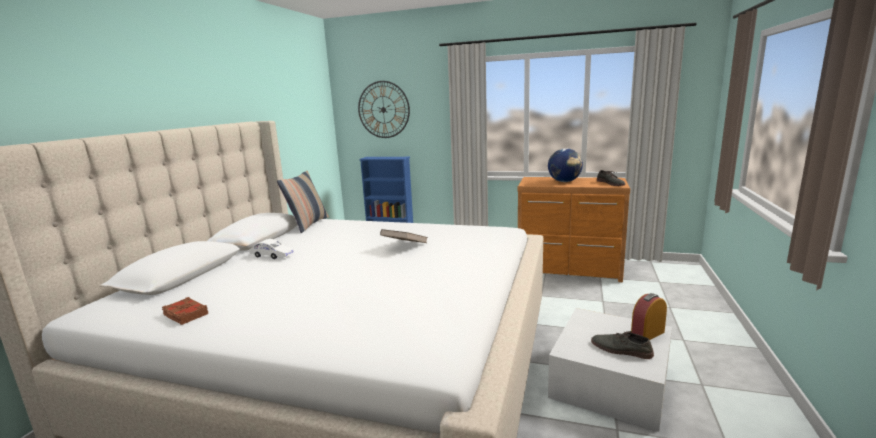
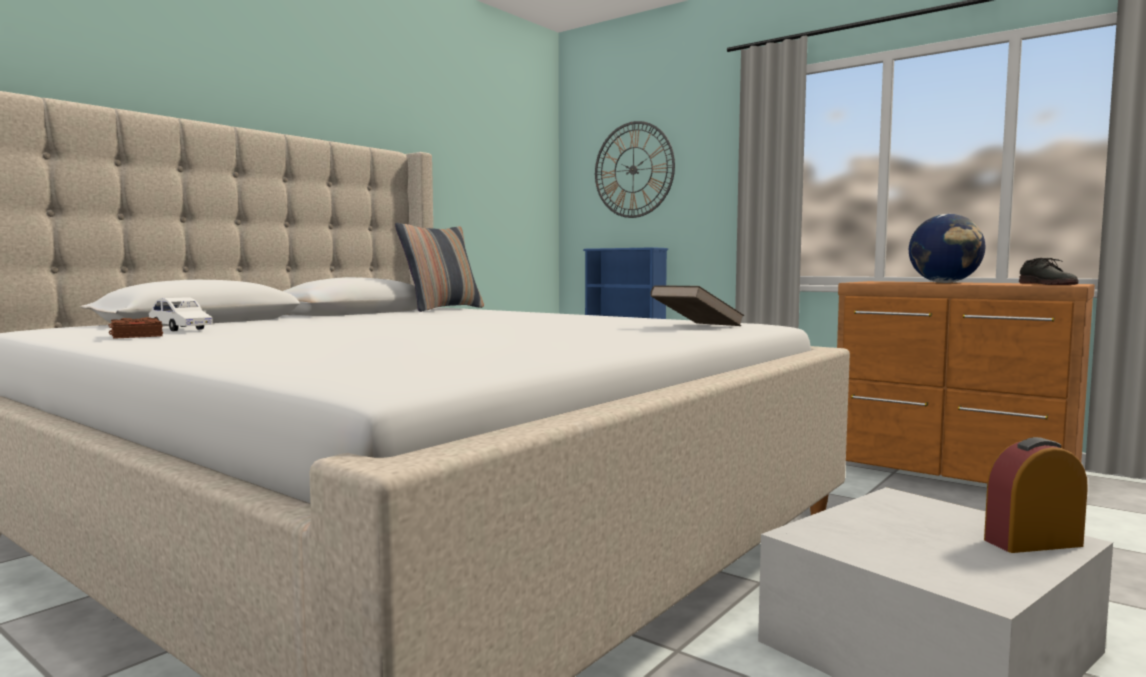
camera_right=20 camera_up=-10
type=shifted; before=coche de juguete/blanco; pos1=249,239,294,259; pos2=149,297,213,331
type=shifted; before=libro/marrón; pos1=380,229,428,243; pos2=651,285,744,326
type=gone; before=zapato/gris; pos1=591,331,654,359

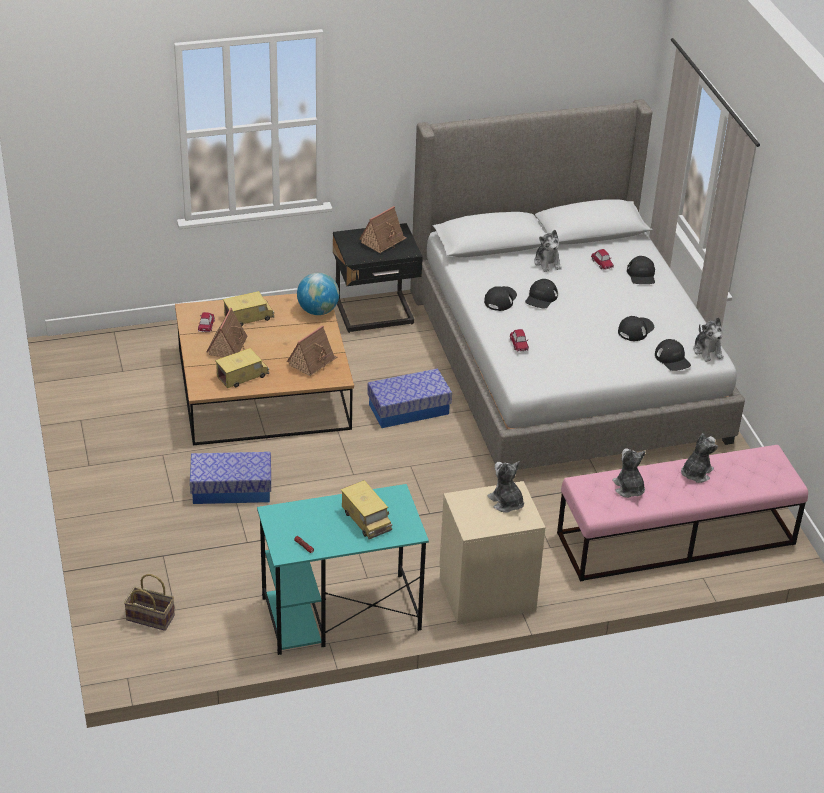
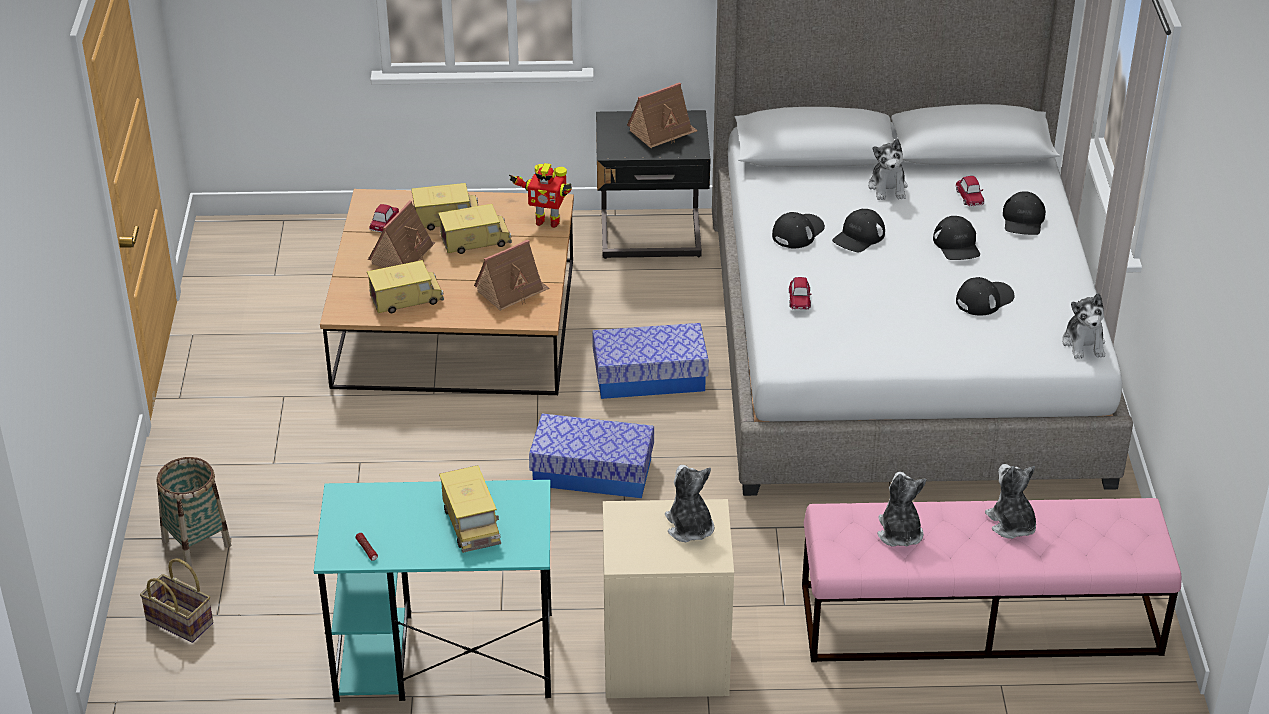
camera_right=15 camera_up=0
type=new; after=cesta; pos2=157,457,231,567
type=new; after=camión de juguete; pos2=438,204,512,254
type=swapped; before=globo terráqueo; after=robot de juguete; pos1=297,273,339,315; pos2=509,163,572,228
type=shifted; before=caja de almacenaje; pos1=190,452,271,504; pos2=529,414,654,498
type=shifted; before=gorra/negro; pos1=655,339,691,371; pos2=933,216,980,260
type=rotated; before=peluche; pos1=681,433,718,483; pos2=985,464,1036,539; turn=-75

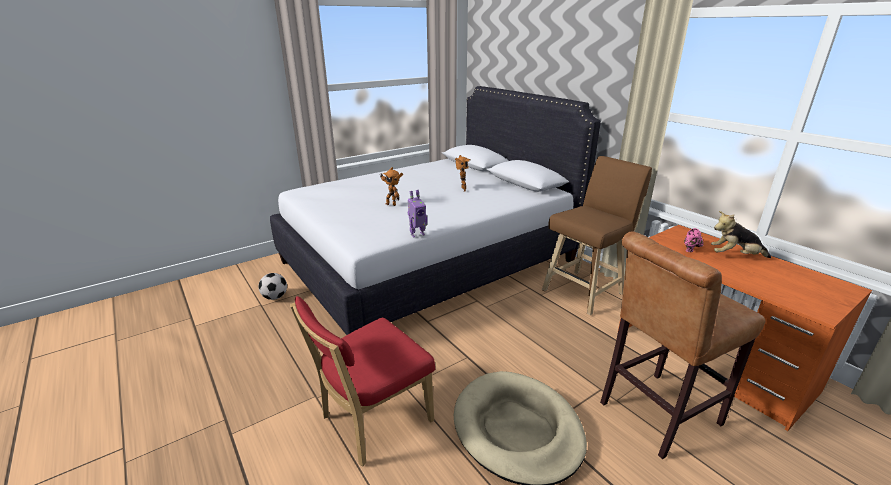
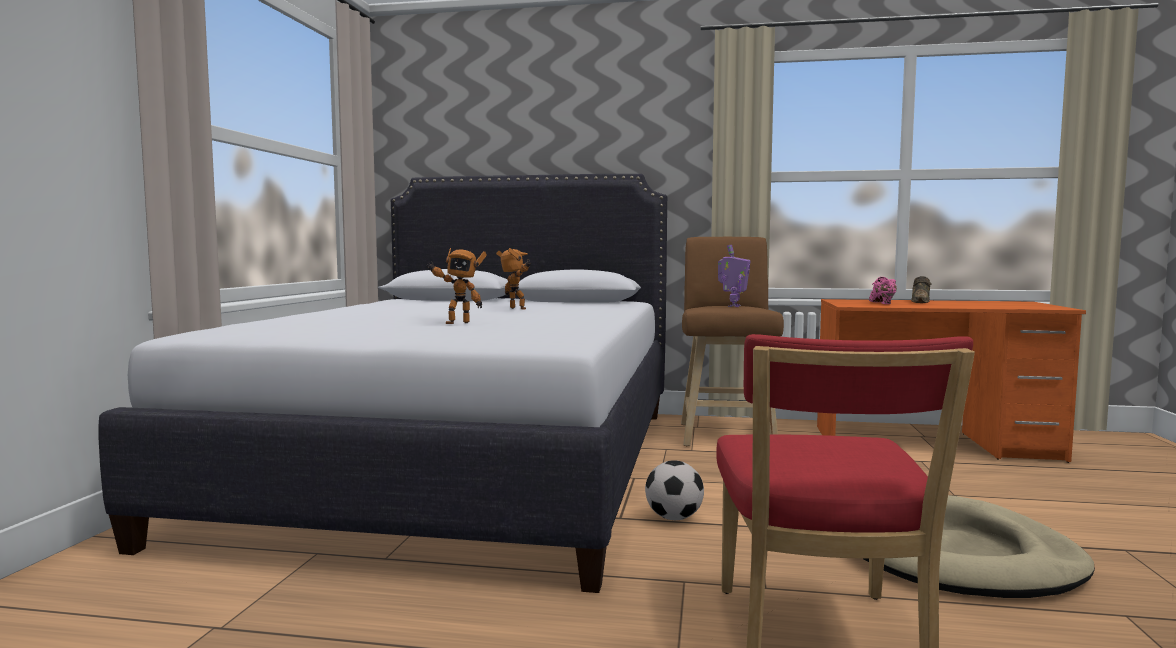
camera_right=-45 camera_up=-20
type=shifted; before=balón de fútbol; pos1=258,273,287,300; pos2=645,460,704,520
type=shifted; before=robot de juguete; pos1=408,190,427,238; pos2=718,245,750,307
type=swapped; before=peluche; after=zapato/marrón; pos1=711,211,771,258; pos2=911,276,932,303
type=gone; before=taburete/marrón; pos1=600,231,765,459

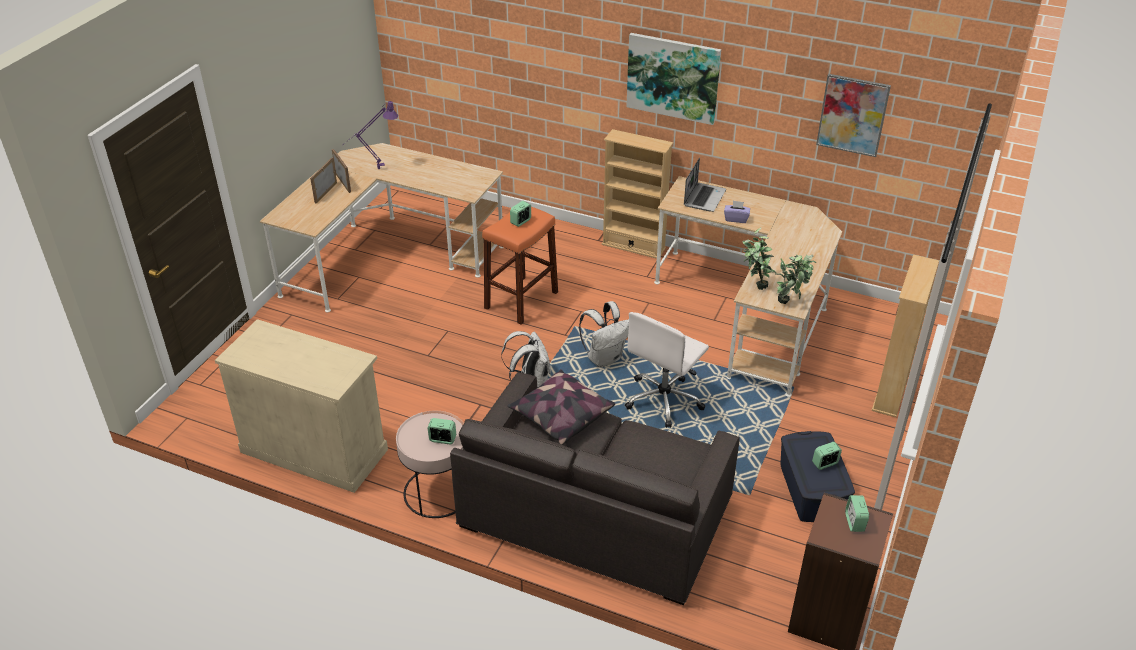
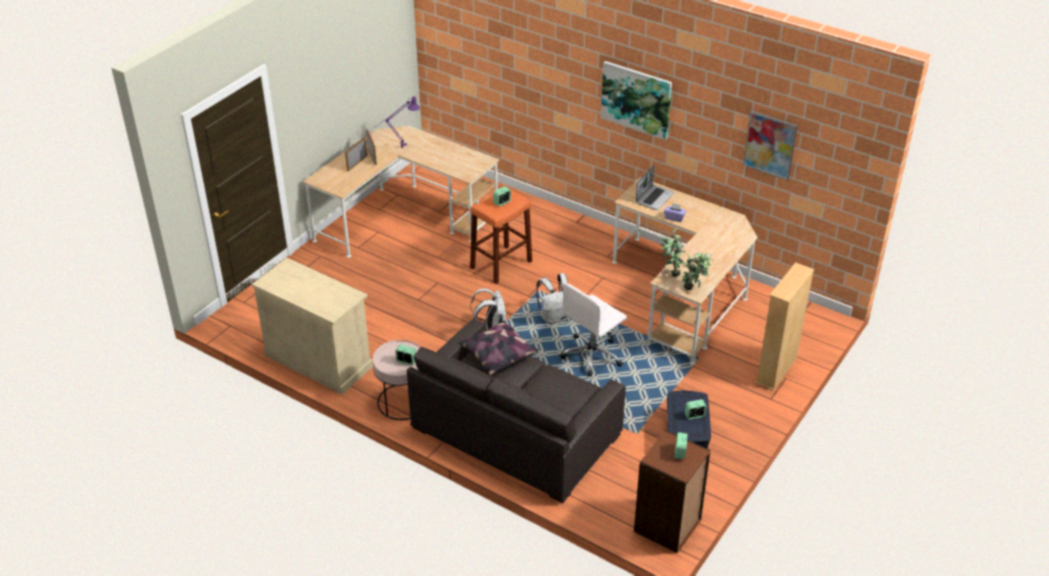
camera_right=10 camera_up=0
type=gone; before=estantería/beis; pos1=602,129,673,259

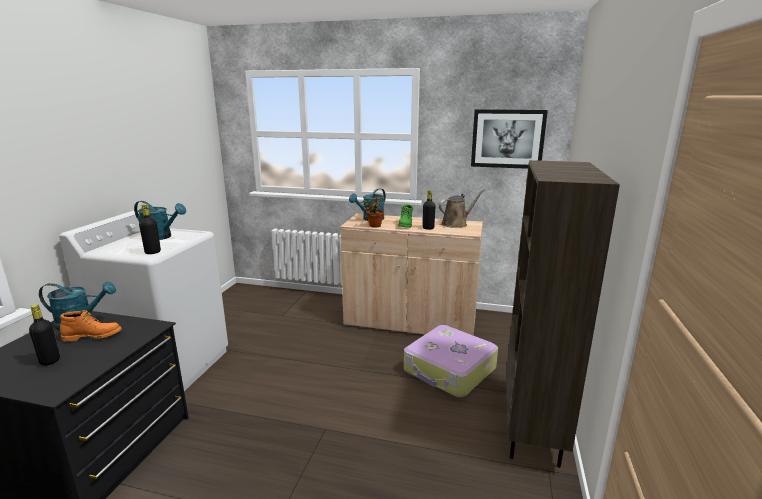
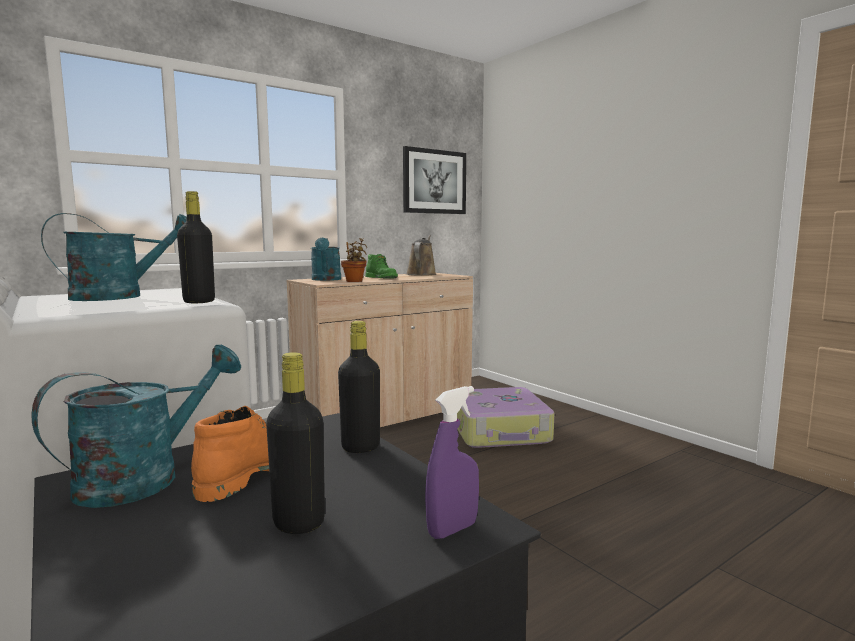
camera_right=-50 camera_up=-10
type=shifted; before=botella/negro; pos1=423,191,436,230; pos2=338,321,380,453
type=new; after=pulverizador/morado; pos2=425,386,479,539
type=gone; before=estantería/marrón; pos1=506,160,620,468

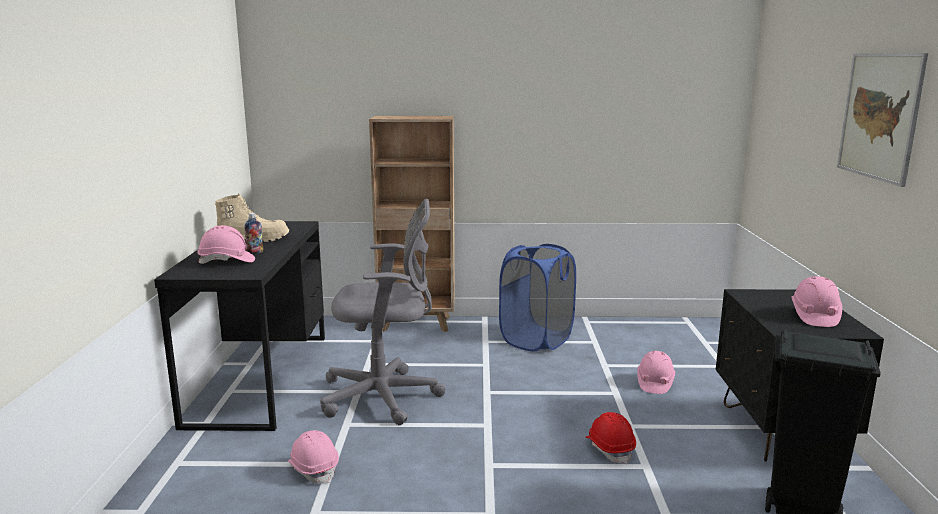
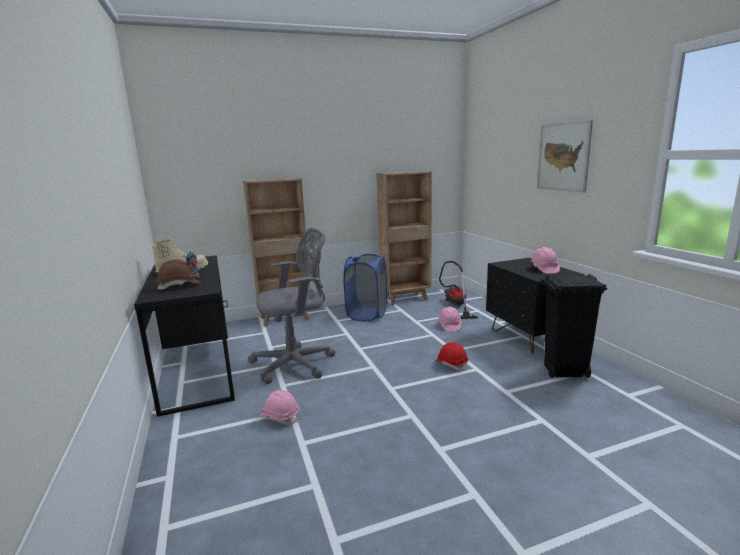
camera_right=-20 camera_up=0
type=repainted; before=casco/rosa; after=casco/marrón; pos1=197,225,255,264; pos2=156,260,200,290
type=new; after=estantería/marrón; pos2=377,171,432,306
type=new; after=aspiradora; pos2=439,261,478,319

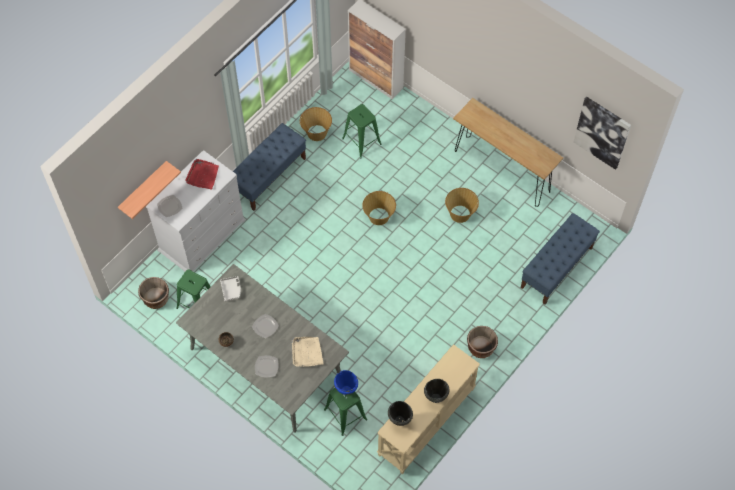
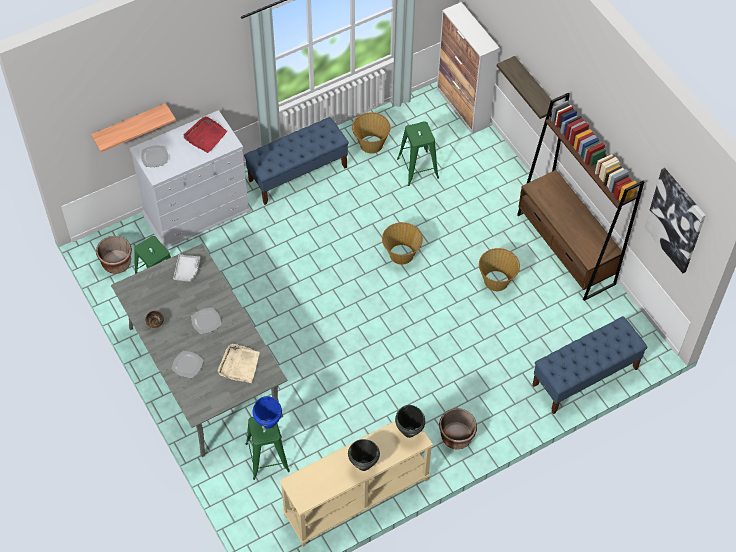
camera_right=20 camera_up=-5
type=shifted; before=olla/negro; pos1=388,401,413,426; pos2=395,405,425,438
type=new; after=estante; pos2=497,56,556,119
type=swapped; before=mesa consola/marrón; after=estantería/marrón; pos1=453,98,563,207; pos2=517,93,644,301

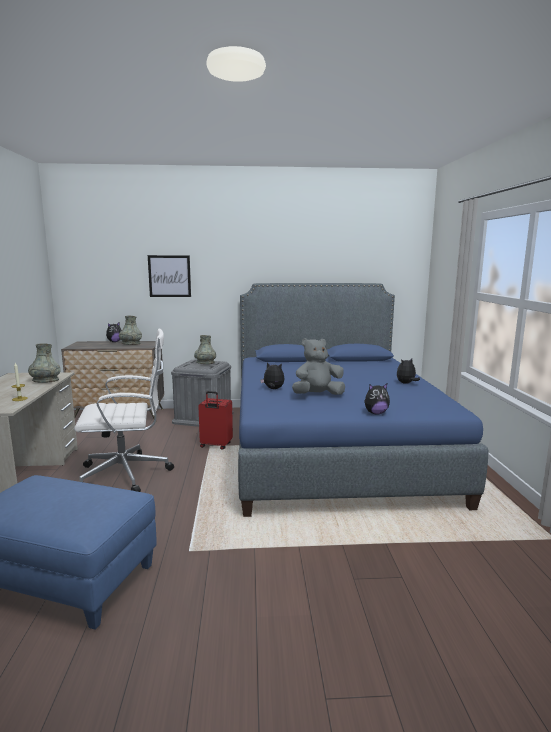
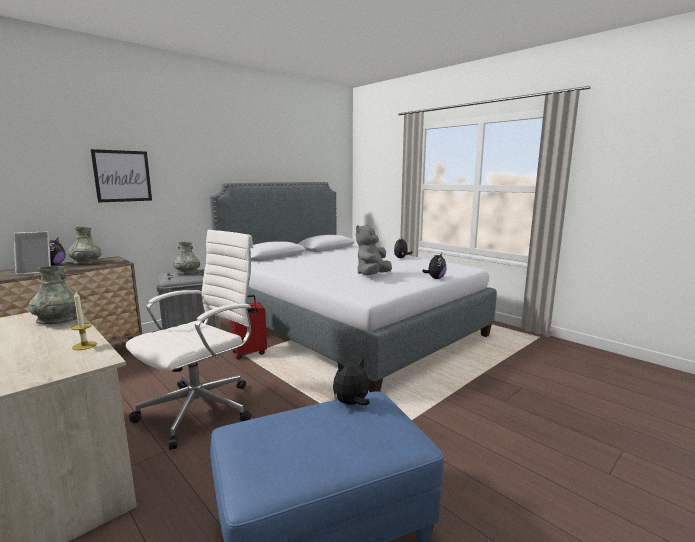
camera_right=-40 camera_up=0
type=new; after=portarretratos; pos2=14,231,51,275
type=repainted; before=cama/azul; after=cama/gris; pos1=238,283,488,517; pos2=210,182,496,392
type=shifted; before=peluche; pos1=260,362,284,389; pos2=333,357,370,405

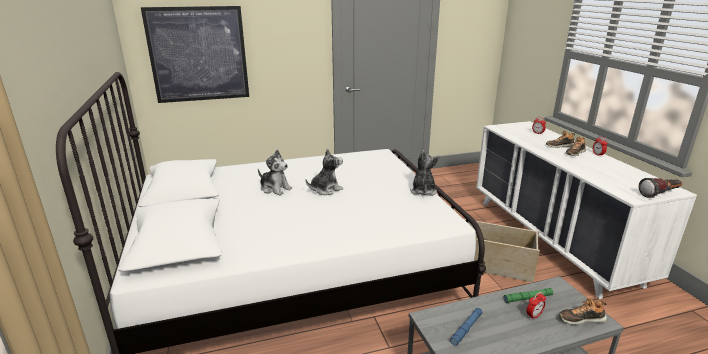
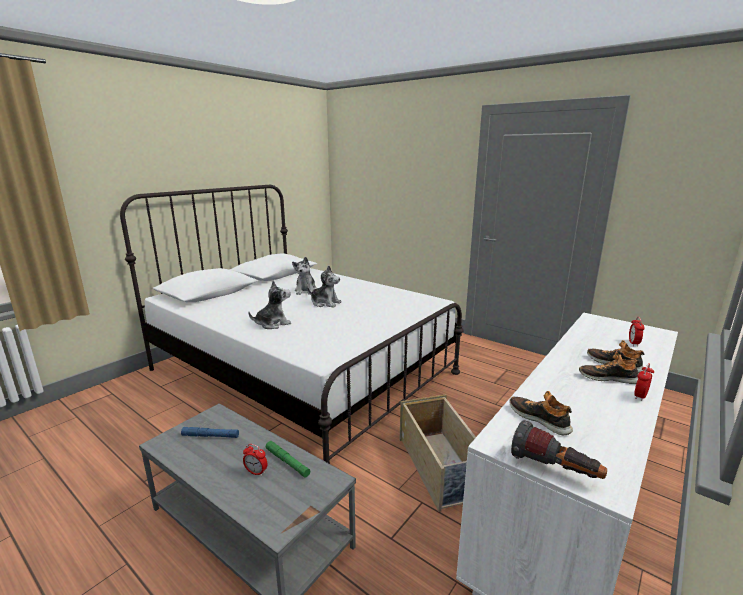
camera_right=55 camera_up=-5
type=shifted; before=peluche; pos1=410,150,439,196; pos2=248,280,291,329
type=shifted; before=zapato; pos1=559,298,607,325; pos2=509,391,573,435
type=gone; before=cuadro; pos1=141,6,249,103

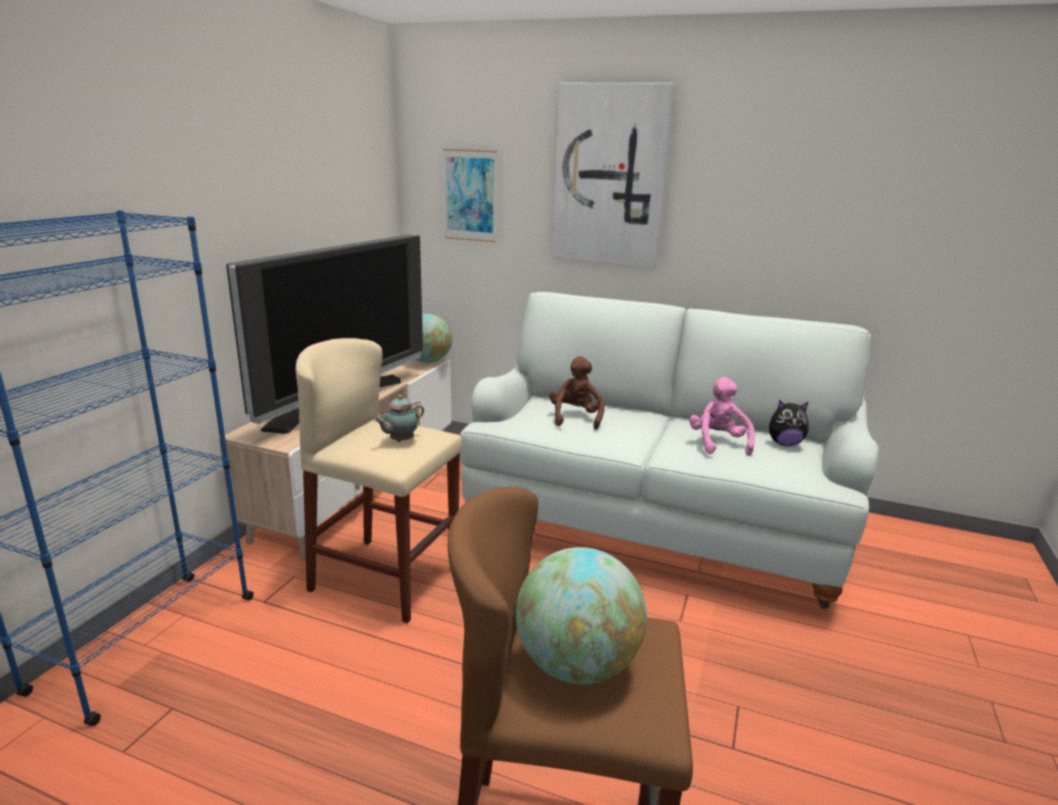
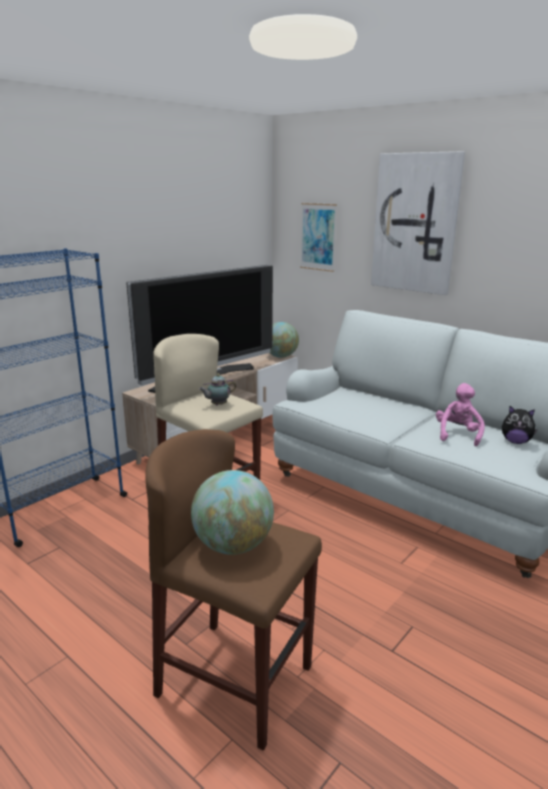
camera_right=20 camera_up=0
type=gone; before=peluche/marrón; pos1=550,356,605,430

